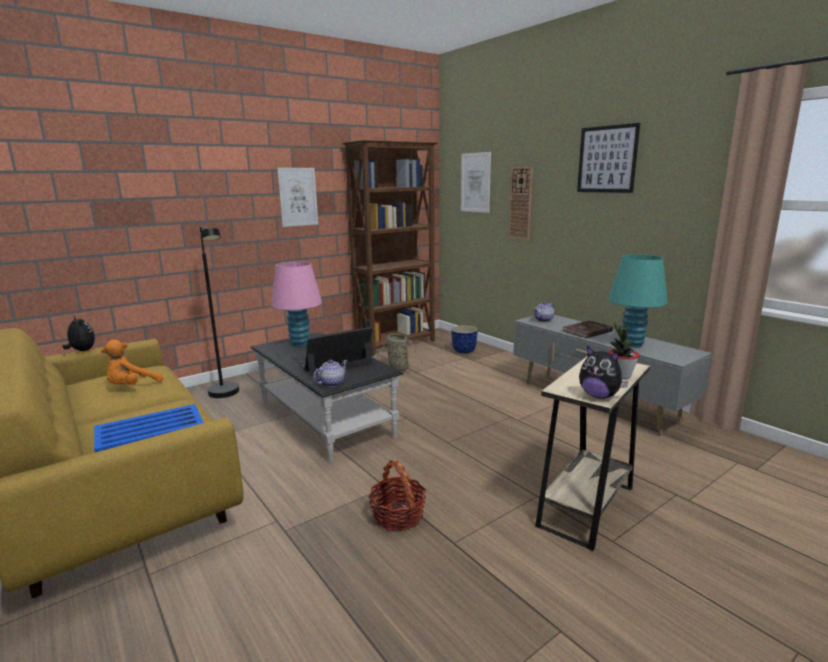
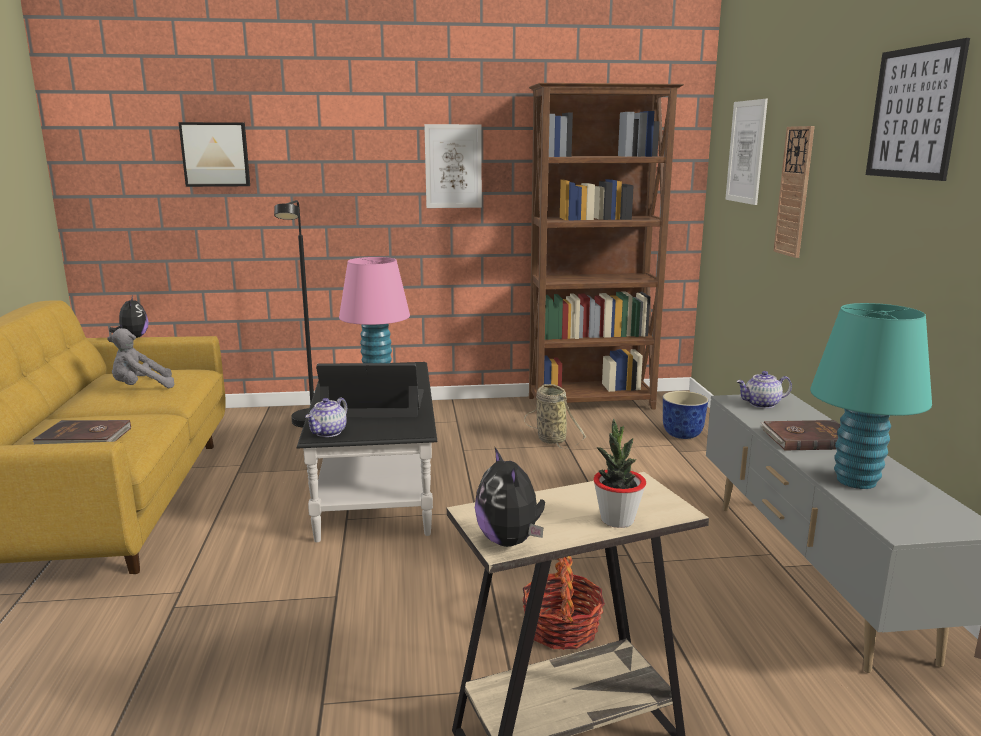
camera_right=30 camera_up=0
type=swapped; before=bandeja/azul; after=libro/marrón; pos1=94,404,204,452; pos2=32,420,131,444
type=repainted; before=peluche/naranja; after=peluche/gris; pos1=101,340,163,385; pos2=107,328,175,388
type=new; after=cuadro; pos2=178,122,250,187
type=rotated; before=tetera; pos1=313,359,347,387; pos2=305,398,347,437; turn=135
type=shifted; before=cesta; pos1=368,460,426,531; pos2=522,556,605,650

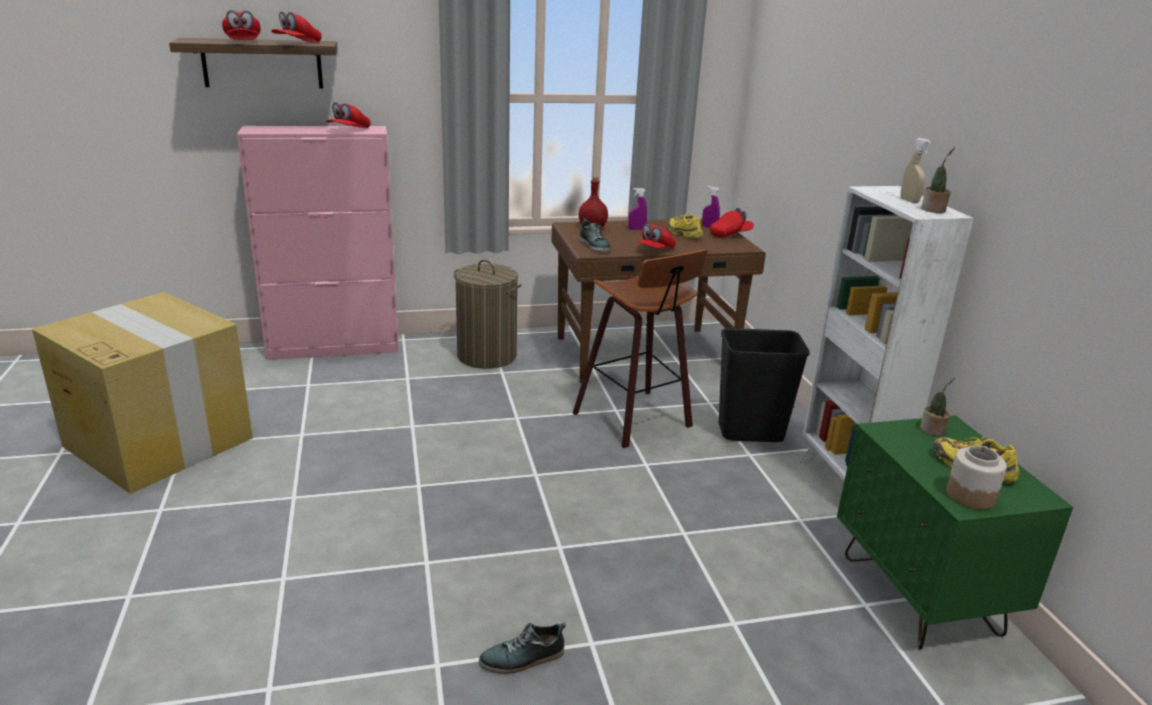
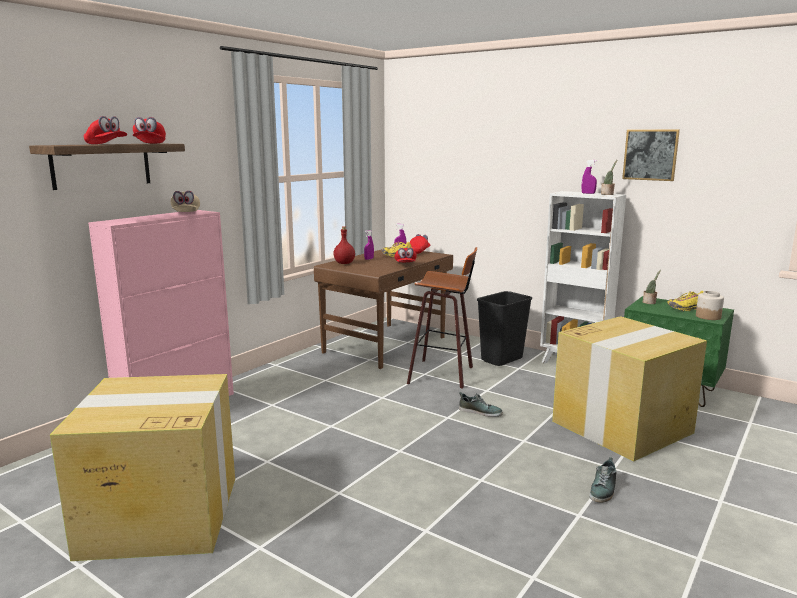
camera_right=-40 camera_up=-10
type=repainted; before=gorra/rojo; after=gorra/beis; pos1=326,102,370,128; pos2=170,191,200,212
type=shifted; before=zapato; pos1=579,218,611,252; pos2=459,392,503,417
type=new; after=caja de cartón; pos2=552,316,707,461
type=repainted; before=pulverizador/beis; after=pulverizador/morado; pos1=900,138,931,203; pos2=582,160,597,194
type=new; after=cuadro; pos2=622,129,680,181
type=gone; before=cesto de la ropa; pos1=454,260,522,369

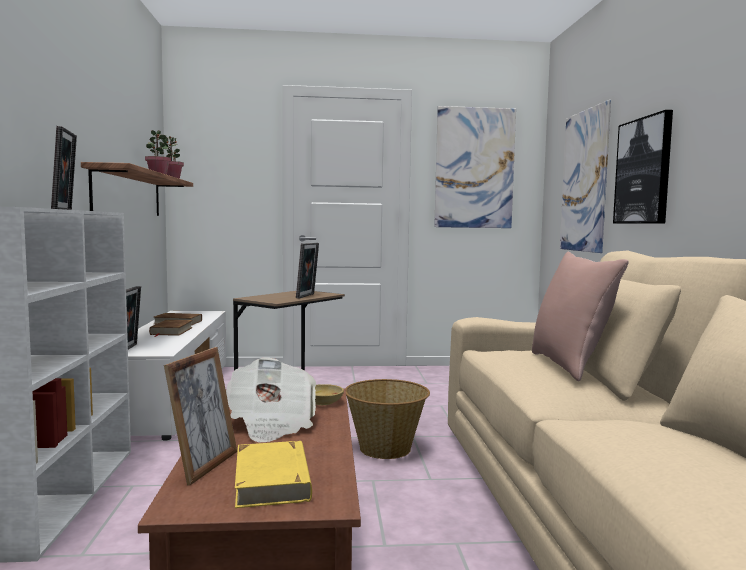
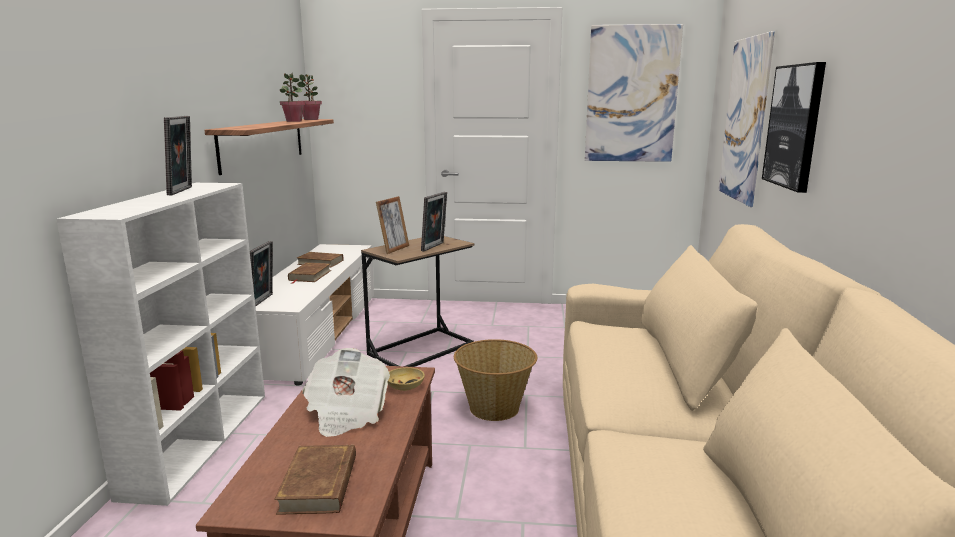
camera_right=10 camera_up=10
type=repainted; before=libro/amarillo; after=libro/marrón; pos1=235,441,312,508; pos2=274,445,356,515
type=shifted; before=portarretratos; pos1=164,347,237,486; pos2=376,196,409,254
type=gone; before=cojín/rosa; pos1=532,252,628,381

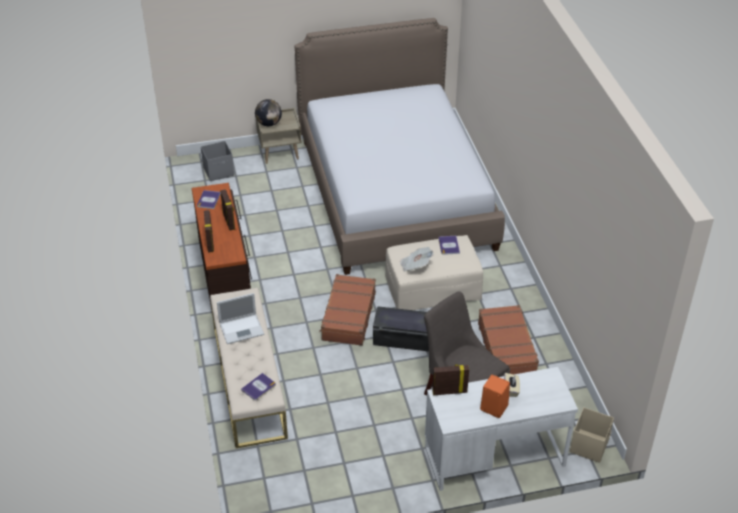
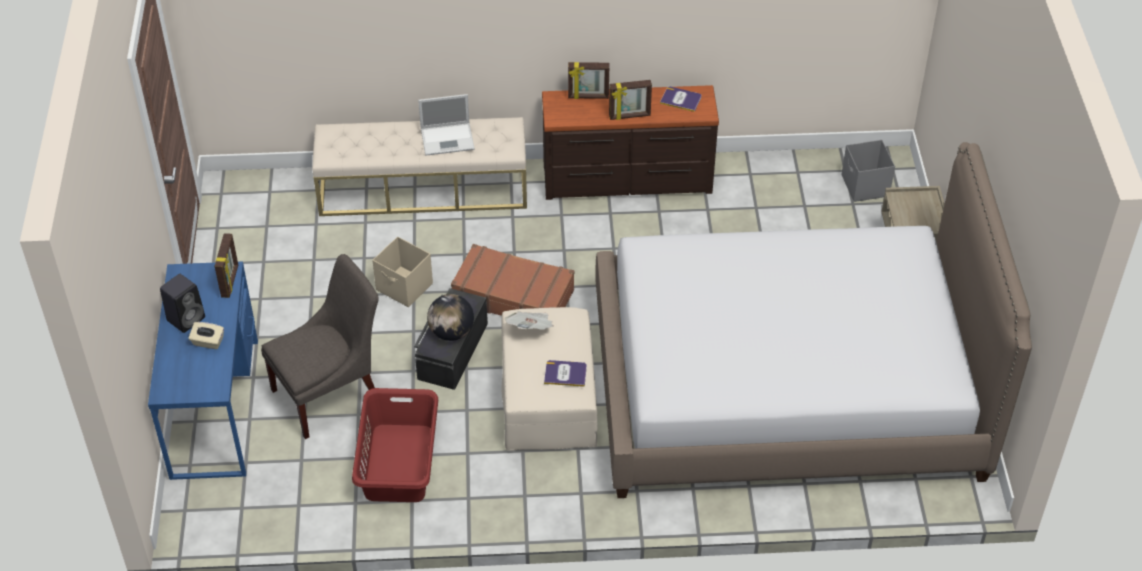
camera_right=100 camera_up=5
type=repainted; before=escritorio/blanco; after=escritorio/azul; pos1=425,367,578,491; pos2=148,261,258,480
type=repainted; before=altavoz/naranja; after=altavoz/negro; pos1=480,375,510,418; pos2=160,274,205,333
type=swapped; before=maleta/marrón; after=cesto de la ropa/rojo; pos1=478,305,539,374; pos2=352,388,438,502
type=shifted; before=caja de almacenaje/beis; pos1=570,408,614,463; pos2=372,237,433,307
type=rotated; before=portátil; pos1=217,293,264,344; pos2=418,94,475,155; turn=-90
type=shifted; before=globo terráqueo; pos1=255,99,282,126; pos2=427,294,474,341
type=gone; before=libro; pos1=241,373,276,400

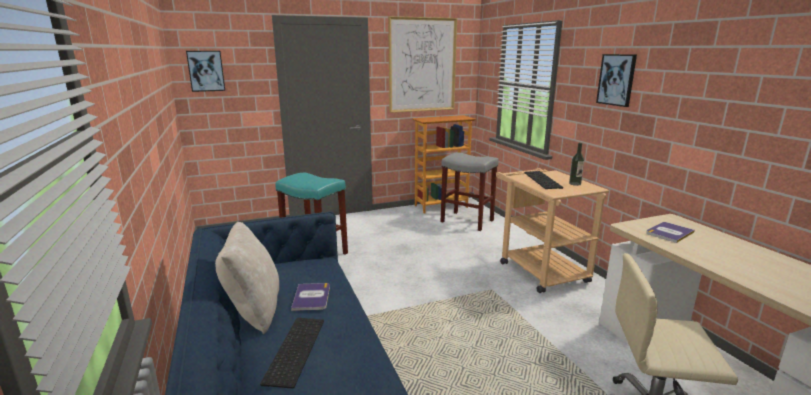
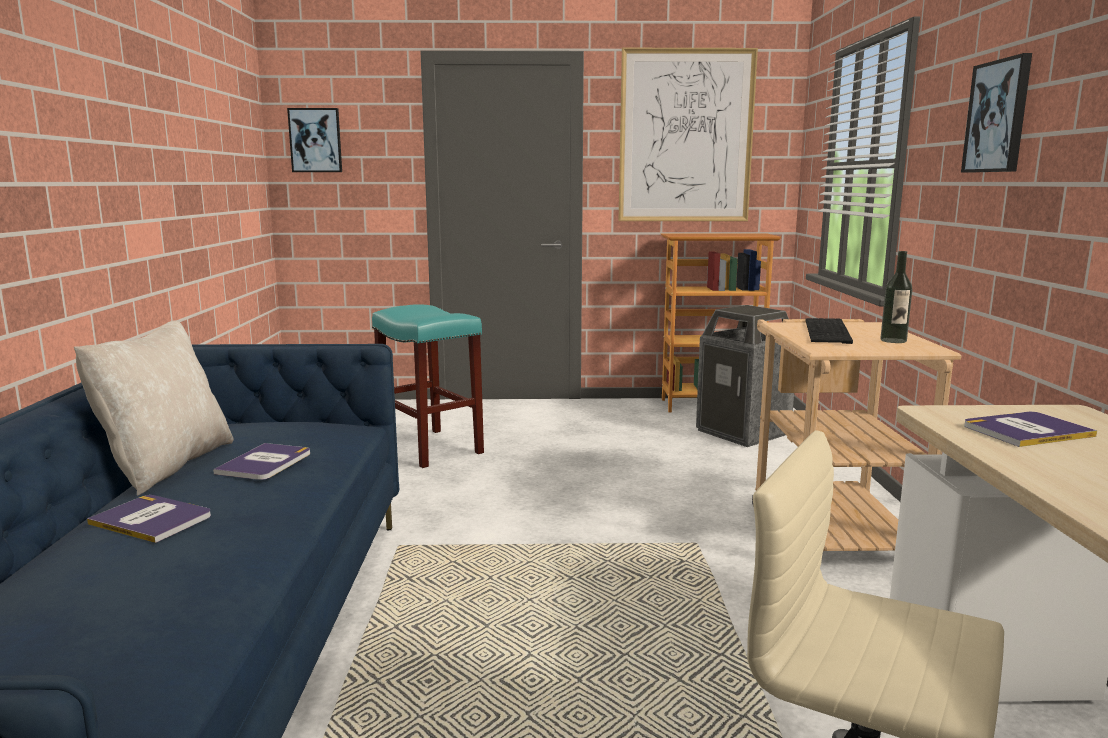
camera_right=20 camera_up=-5
type=swapped; before=teclado; after=libro; pos1=260,318,324,389; pos2=87,495,211,543
type=swapped; before=taburete/gris; after=papelera; pos1=441,153,499,231; pos2=696,305,794,447

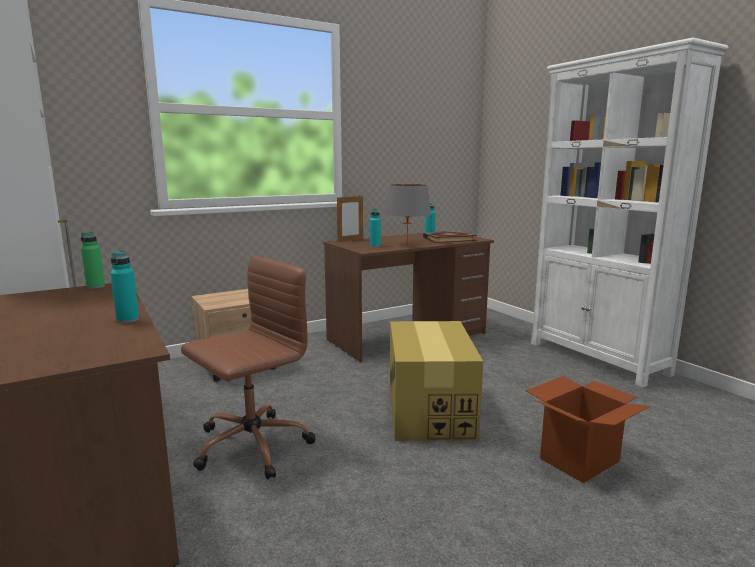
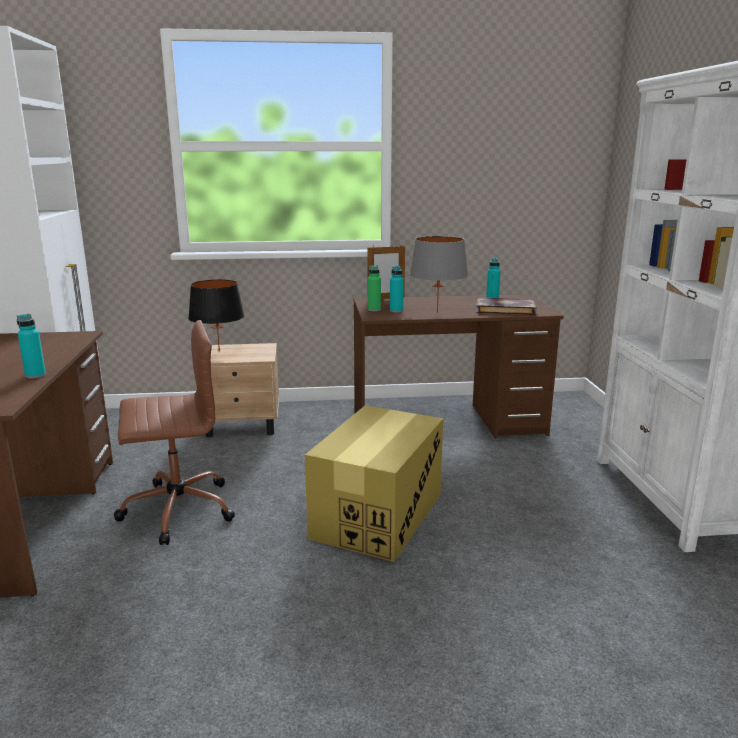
camera_right=25 camera_up=5
type=new; after=lámpara de mesa/negro; pos2=188,279,245,352
type=shifted; before=botella/verde; pos1=81,232,105,289; pos2=368,265,381,311
type=gone; before=caja de cartón; pos1=526,376,651,483

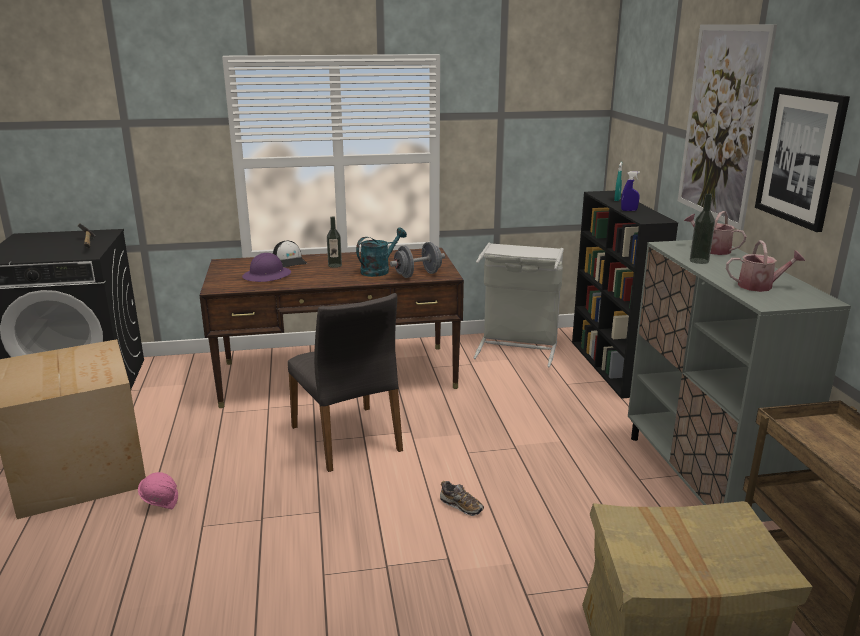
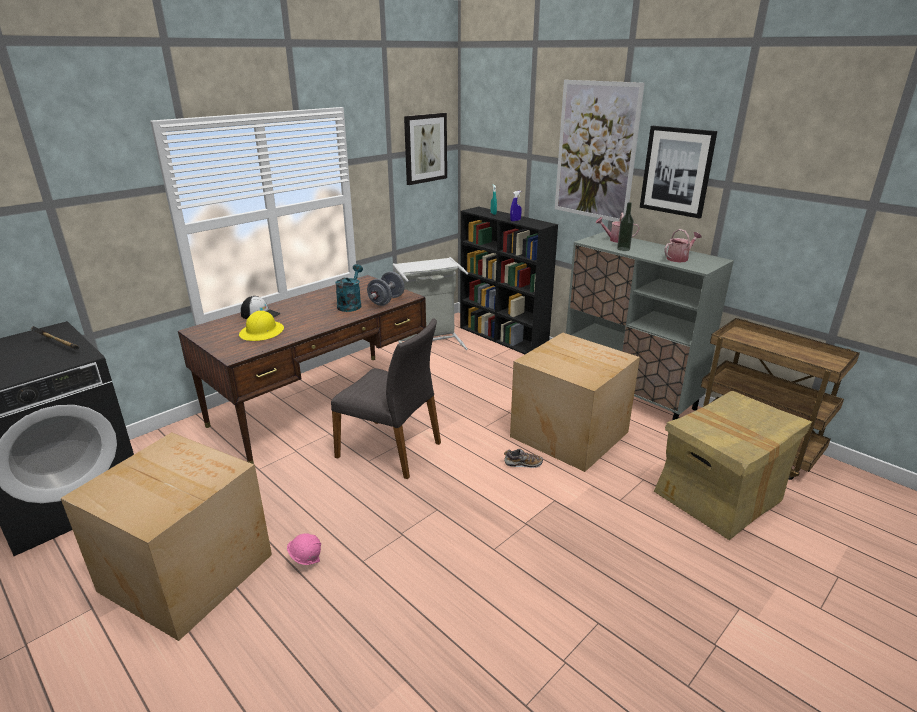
camera_right=-35 camera_up=5
type=repainted; before=casco/morado; after=casco/amarillo; pos1=242,253,291,282; pos2=239,311,284,341
type=new; after=cuadro; pos2=404,113,447,185
type=new; after=caja de cartón; pos2=510,333,640,472
type=gone; before=botella; pos1=327,216,342,268

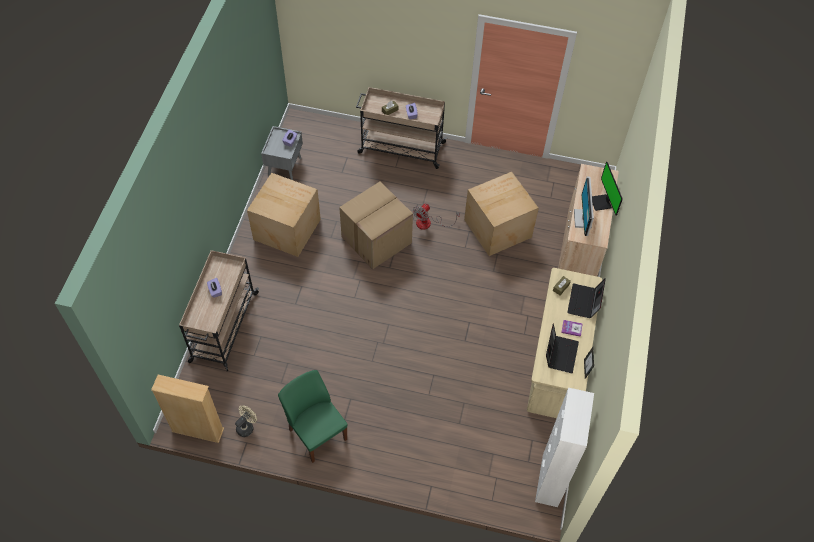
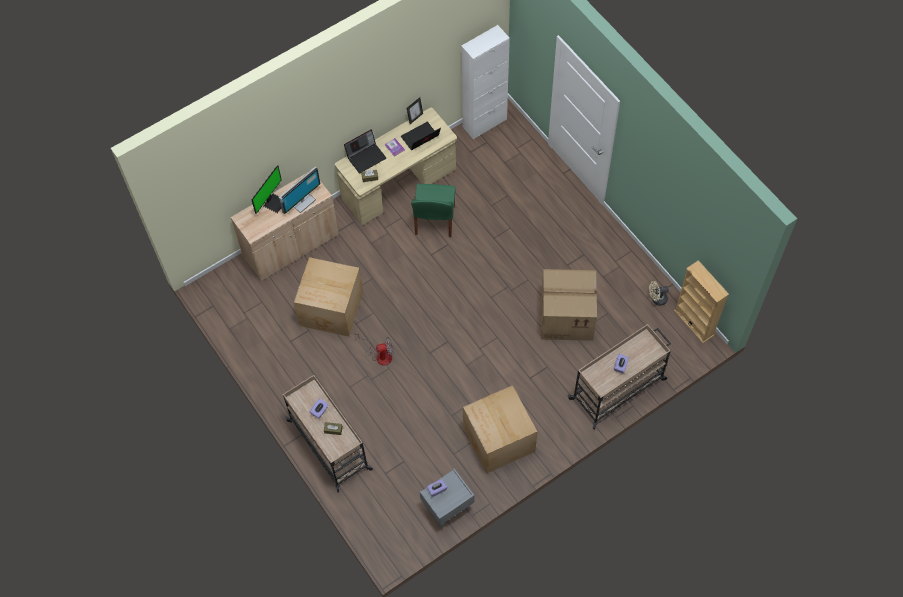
camera_right=-135 camera_up=5
type=shifted; before=silla/verde; pos1=278,370,347,463; pos2=411,184,455,237
type=shifted; before=caja de cartón; pos1=339,181,413,269; pos2=541,269,597,341

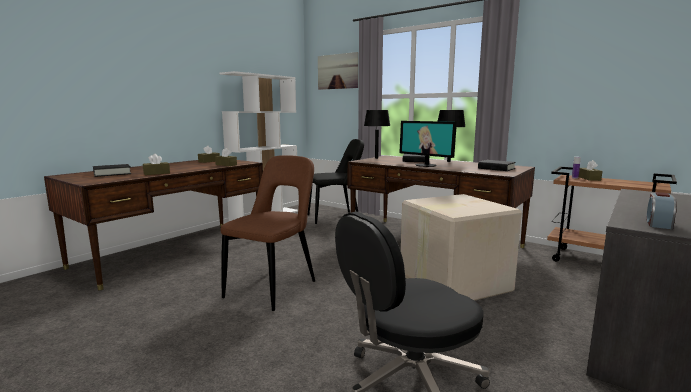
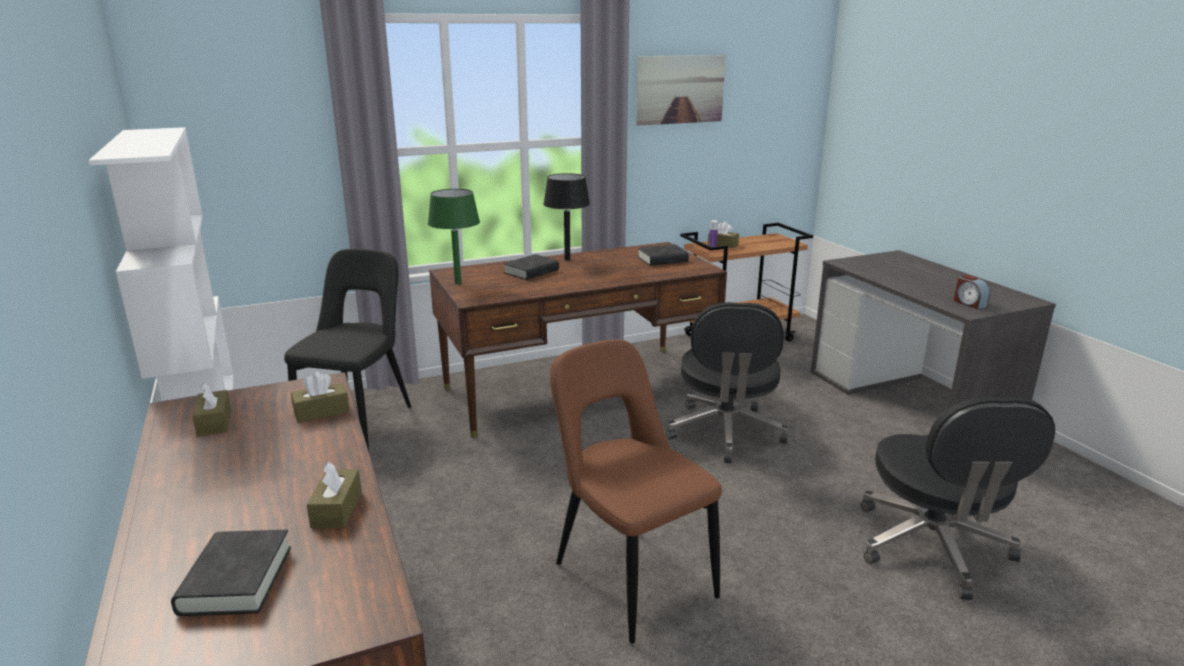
camera_right=-60 camera_up=10
type=repainted; before=lámpara de mesa/negro; after=lámpara de mesa/verde; pos1=364,110,390,159; pos2=428,189,480,284
type=shifted; before=cuadro; pos1=318,52,358,90; pos2=636,55,726,125
type=swapped; before=caja de cartón; after=silla de oficina/negro; pos1=401,194,522,301; pos2=666,302,789,464
type=gone; before=monitor; pos1=399,121,457,167

